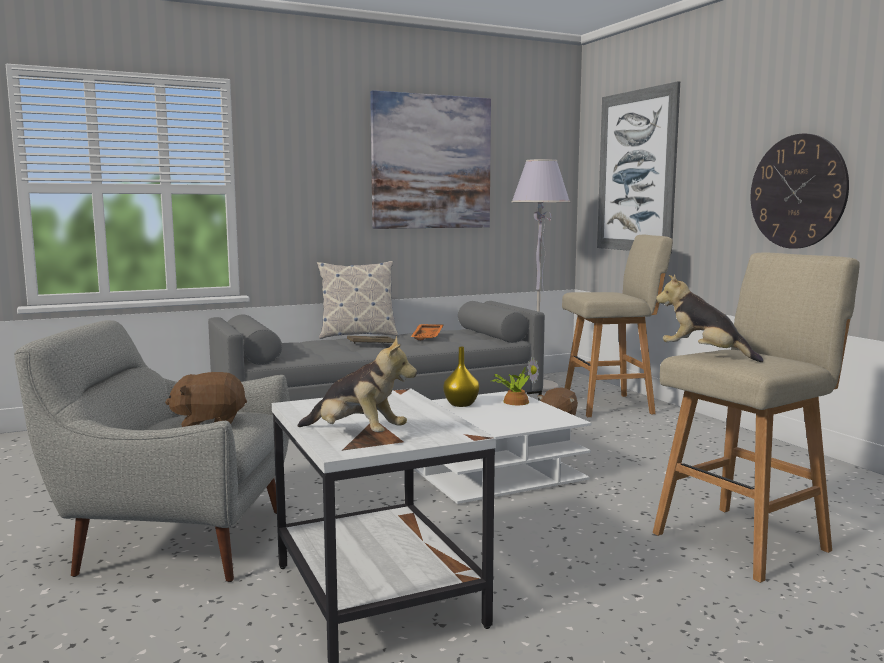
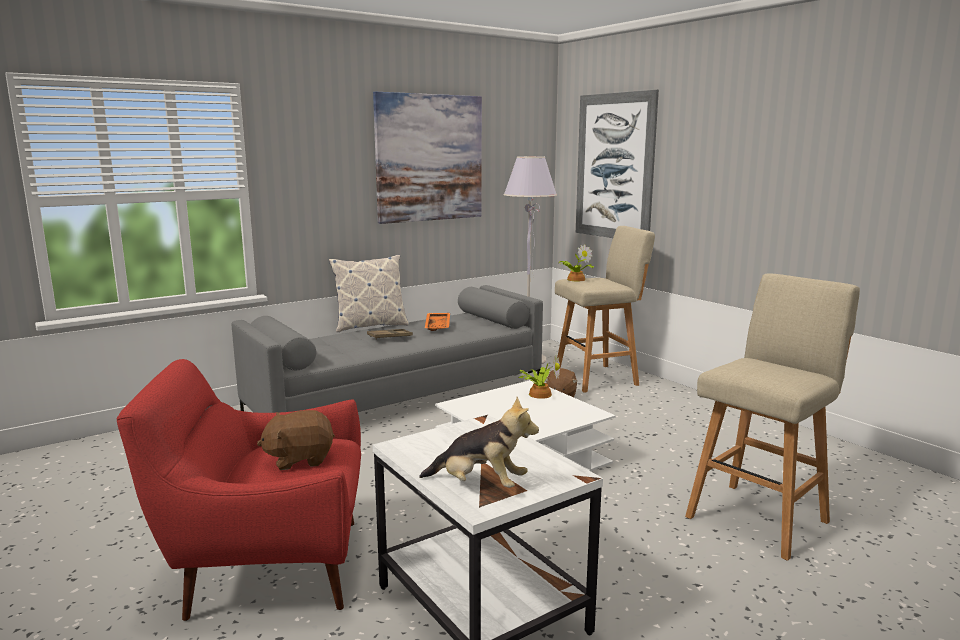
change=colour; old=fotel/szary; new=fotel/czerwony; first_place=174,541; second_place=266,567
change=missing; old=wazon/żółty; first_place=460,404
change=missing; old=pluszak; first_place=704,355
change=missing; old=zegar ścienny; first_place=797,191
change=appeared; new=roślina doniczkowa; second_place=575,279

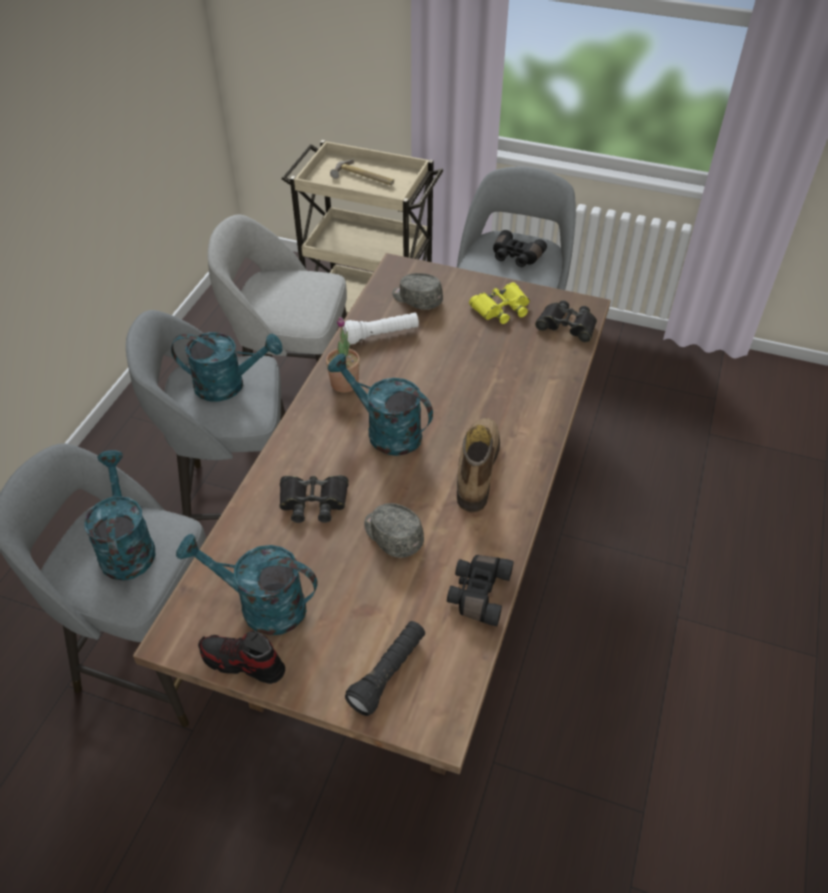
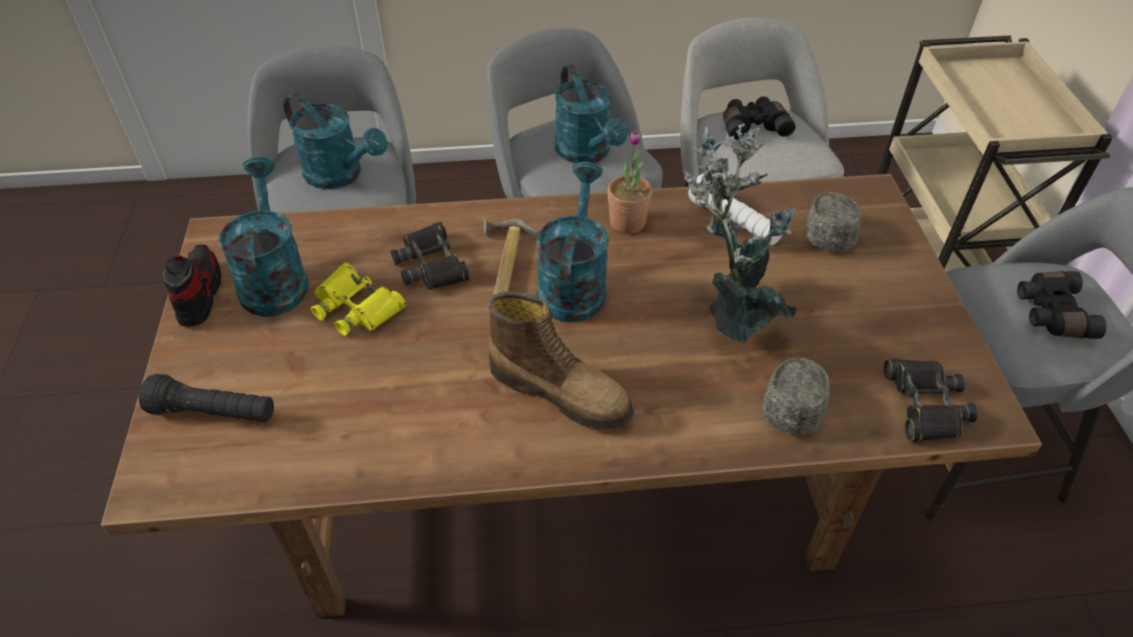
change=spun; old=konewka/turkusowy; first_place=126,546; second_place=341,175; degrees=75
change=relocated; old=młotek; first_place=363,179; second_place=503,264
change=relocated; old=czapka z daszkiem/szary; first_place=392,535; second_place=794,402
change=relocated; old=lornetka/czarny; first_place=477,593; second_place=753,126
change=spun; old=but z cholewką; first_place=476,469; second_place=561,391; degrees=45
change=relocated; old=lornetka/żółty; first_place=501,308; second_place=356,307
change=appeared; new=roślina doniczkowa; second_place=733,315

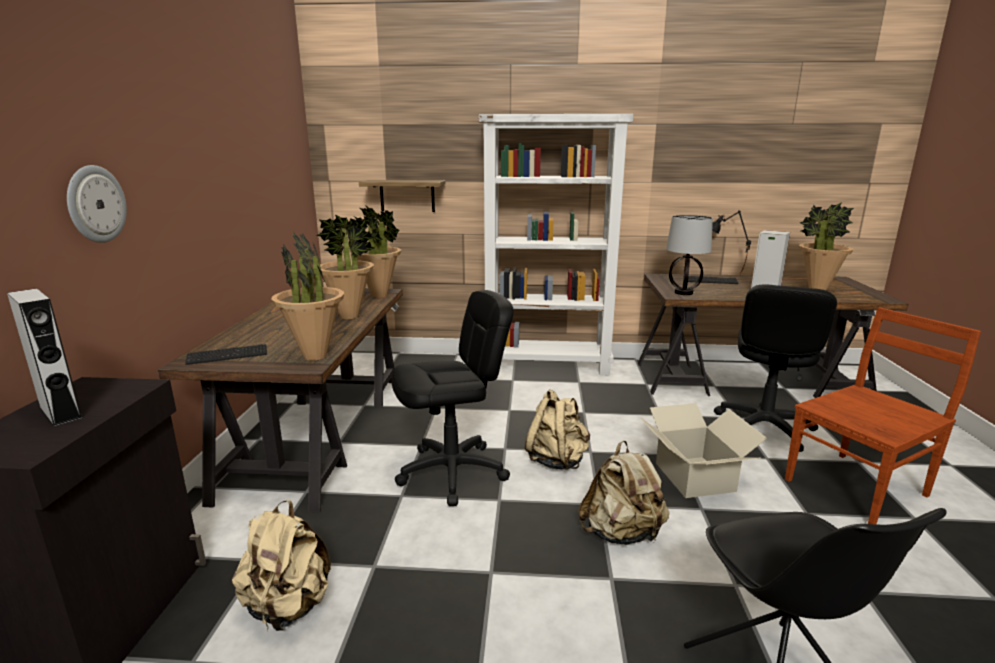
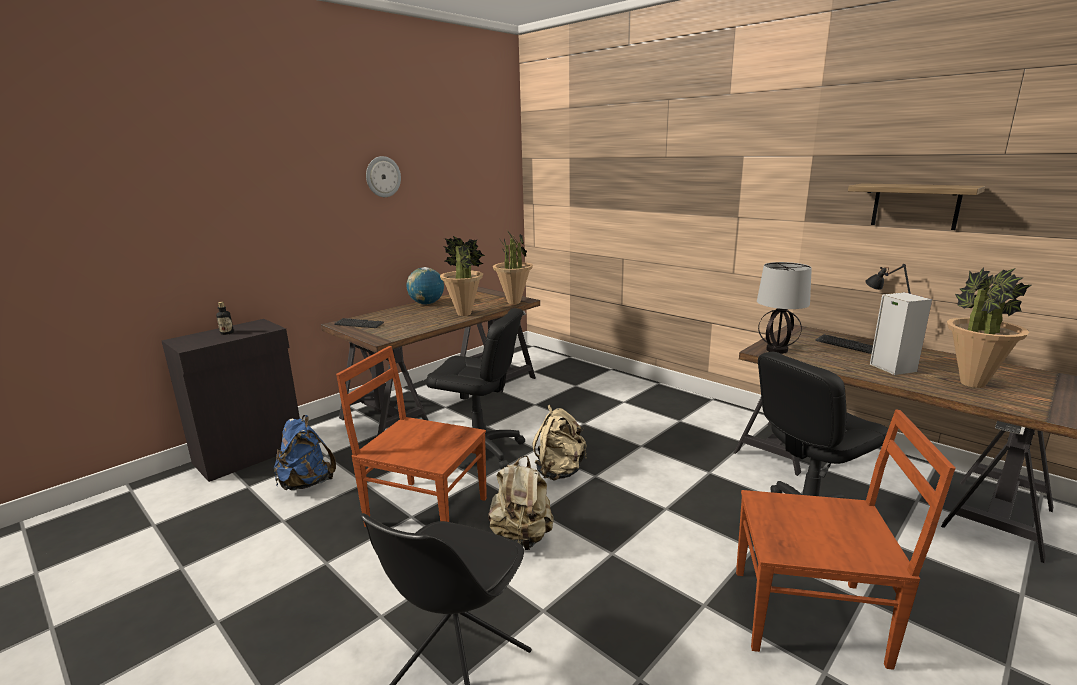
change=exchanged; old=głośnik/szary; new=butelka; first_place=60,413; second_place=227,333
change=relocated; old=zegar ścienny; first_place=95,204; second_place=383,176
change=colour; old=plecak/beżowy; new=plecak/niebieski; first_place=288,607; second_place=306,483
change=missing; old=roślina doniczkowa; first_place=315,356
change=relocated; old=półka; first_place=407,195; second_place=915,206
change=missing; old=regał/biały; first_place=547,365
change=missing; old=karton; first_place=695,476
change=appeared; new=krzesło/brązowy; second_place=424,511
change=appeared; new=globus; second_place=426,304

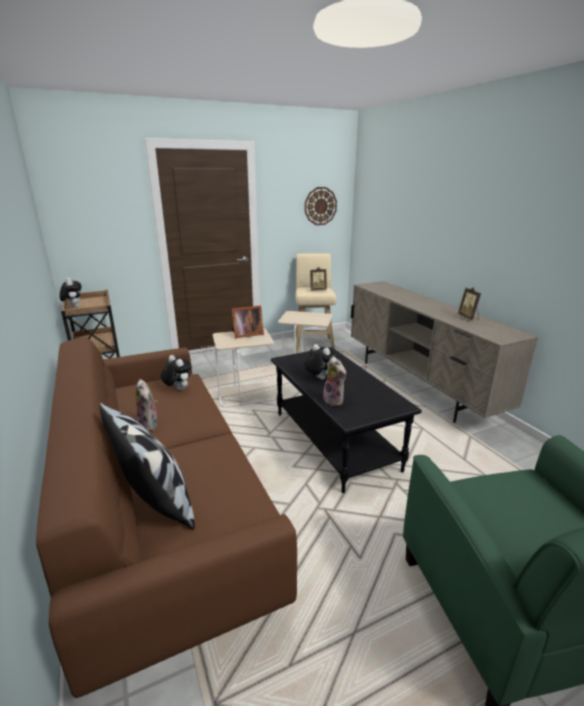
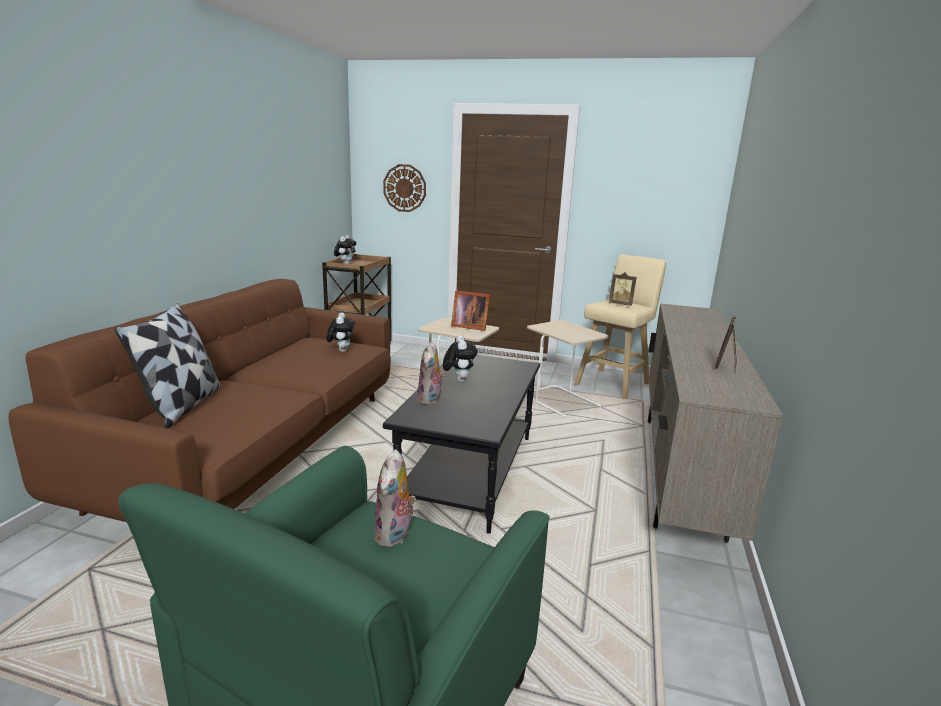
change=relocated; old=pluszak; first_place=150,425; second_place=395,536
change=relocated; old=zegar ścienny; first_place=320,206; second_place=404,188

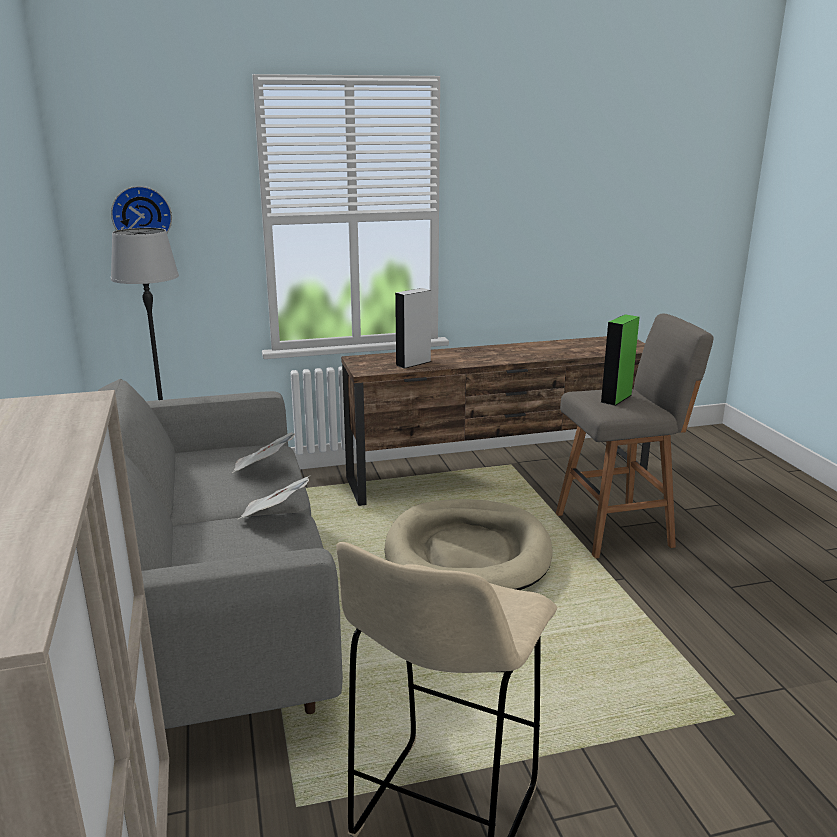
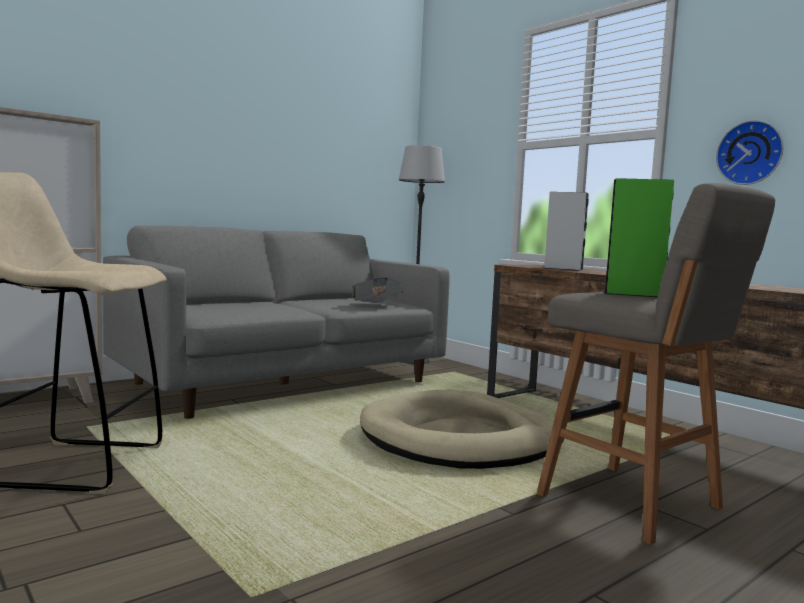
change=relocated; old=zegar ścienny; first_place=142,215; second_place=750,153
change=missing; old=gazeta; first_place=274,515

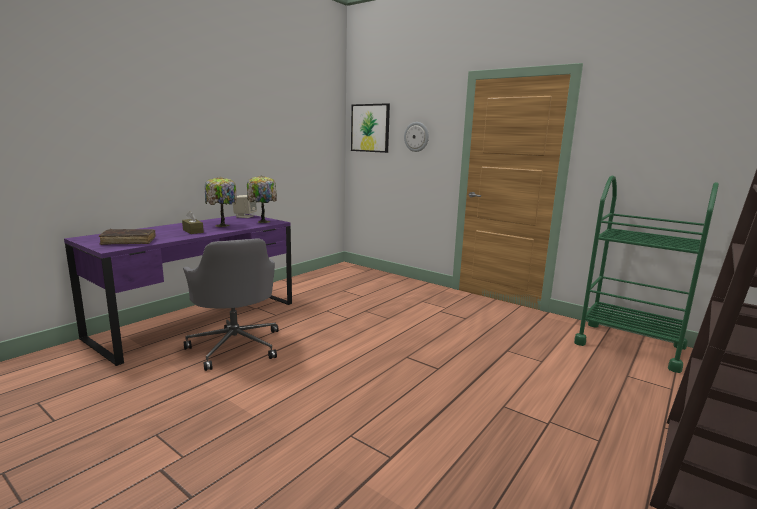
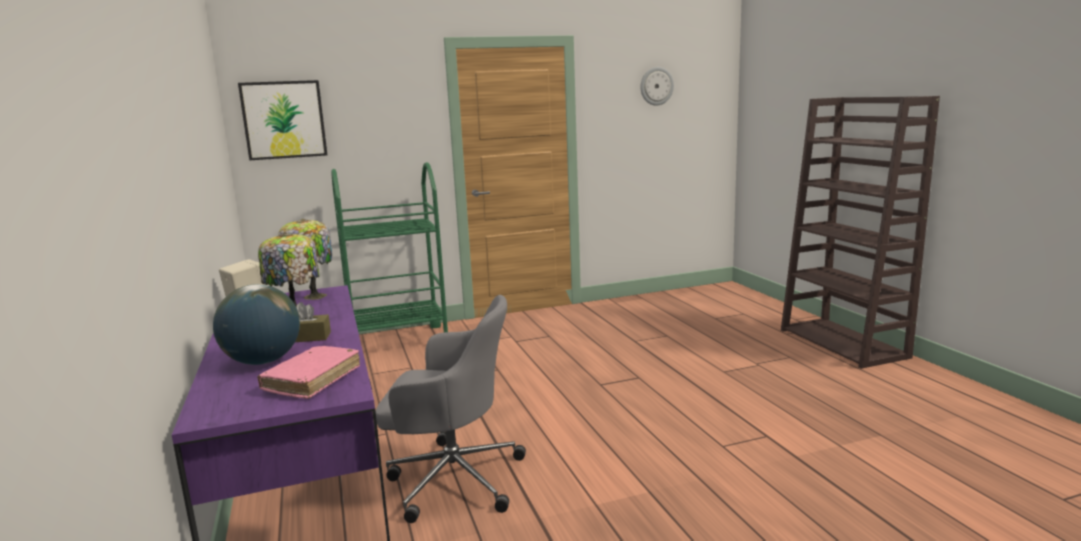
change=colour; old=książka/brązowy; new=książka/różowy; first_place=129,241; second_place=312,380
change=relocated; old=zegar ścienny; first_place=416,137; second_place=656,86
change=relocated; old=wózek/zielony; first_place=629,345; second_place=398,342
change=appeared; new=globus; second_place=263,361

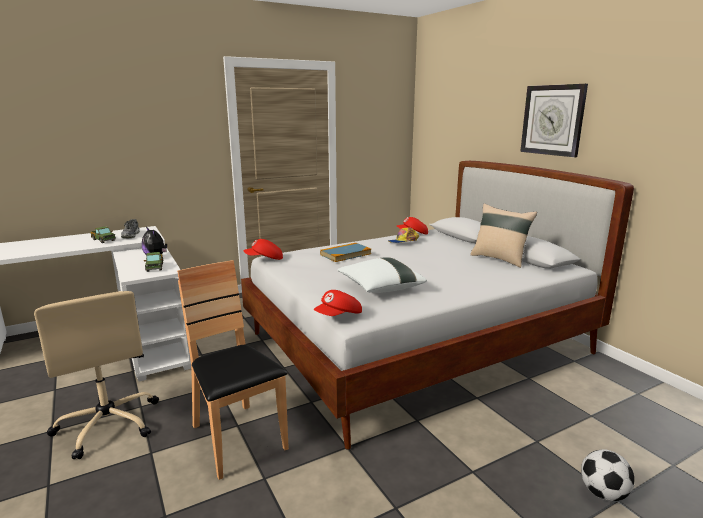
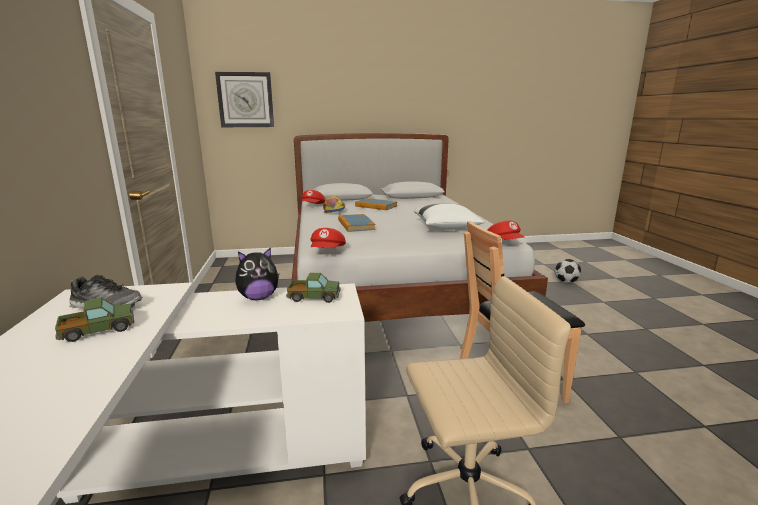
change=missing; old=poduszka/beżowy; first_place=499,259
change=relocated; old=zegar ścienny; first_place=552,120; second_place=245,100
change=appeared; new=książka; second_place=376,206

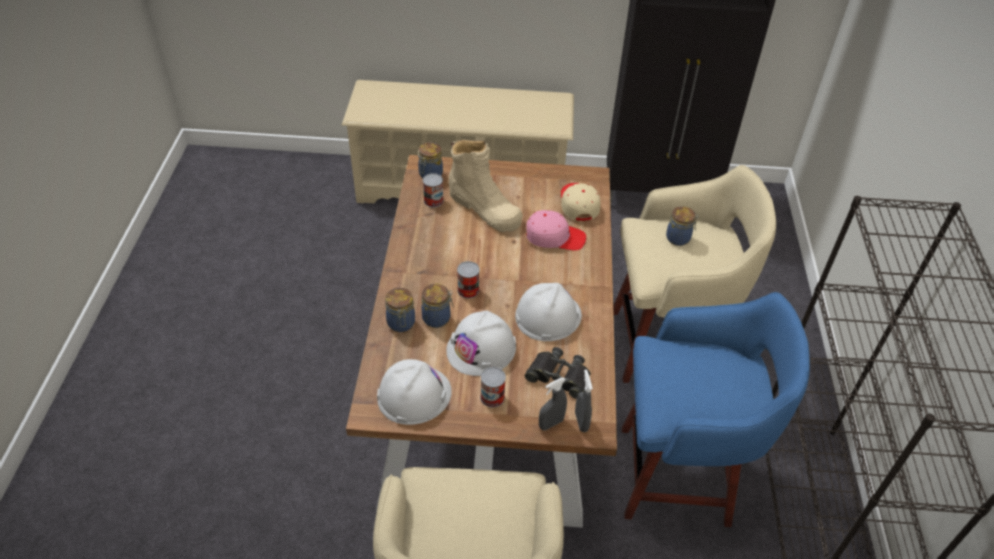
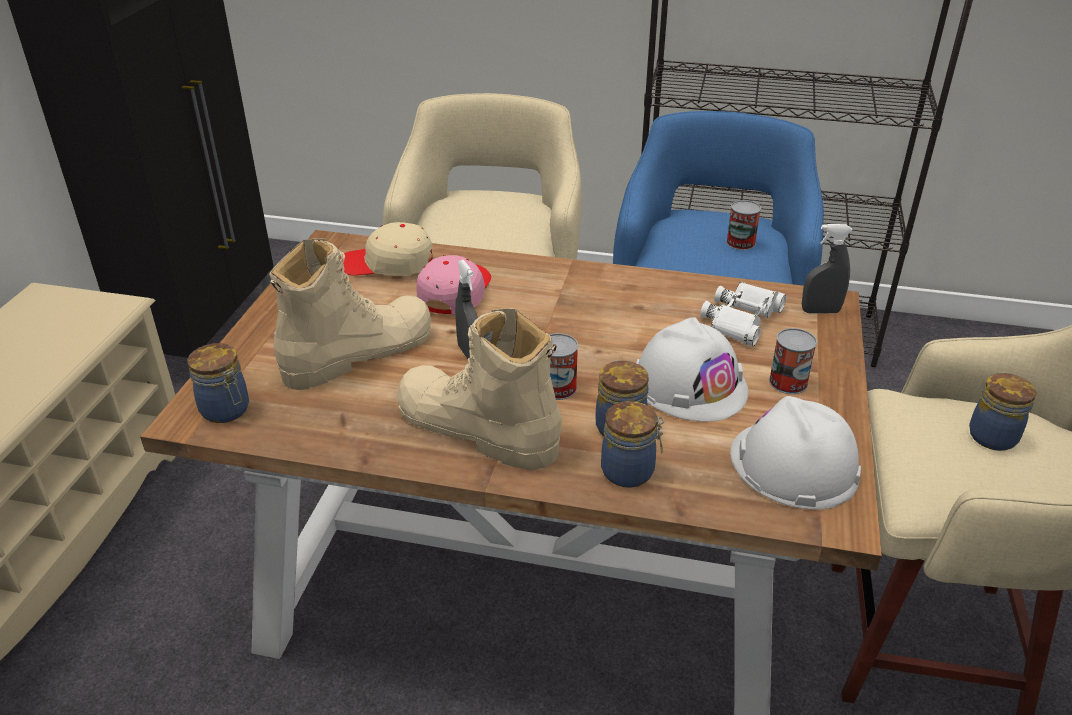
change=relocated; old=puszka; first_place=433,200; second_place=740,242
change=missing; old=kask/biały; first_place=547,315
change=colour; old=lornetka/czarny; new=lornetka/biały; first_place=559,376; second_place=742,320
change=relocated; old=spryskiwacz/szary; first_place=551,423; second_place=469,353
change=relocated; old=słoik; first_place=679,238; second_place=991,435
change=appeared; new=but z cholewką/beżowy; second_place=477,429

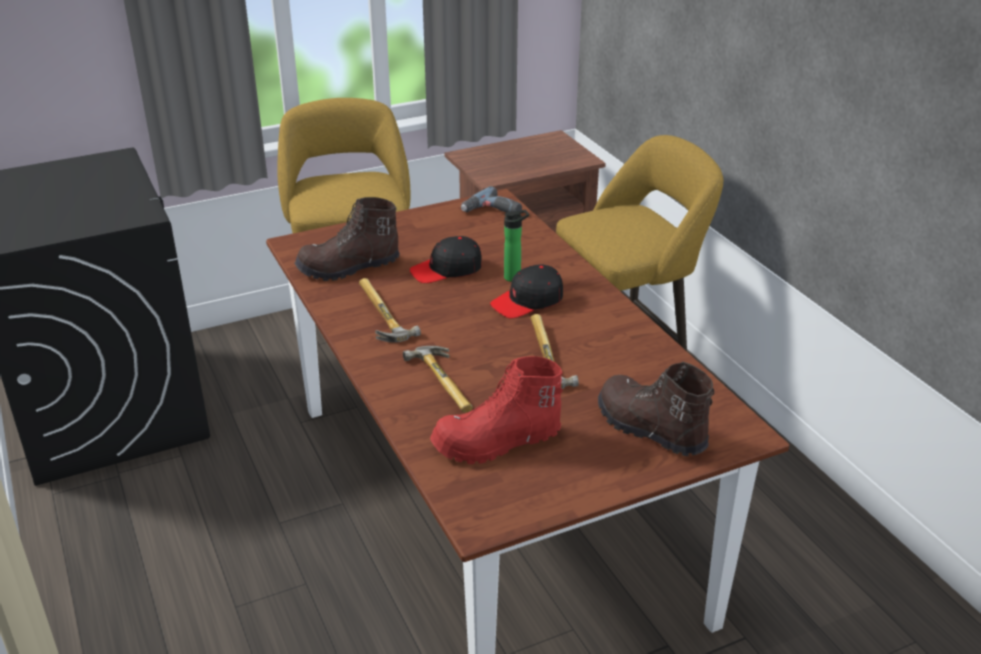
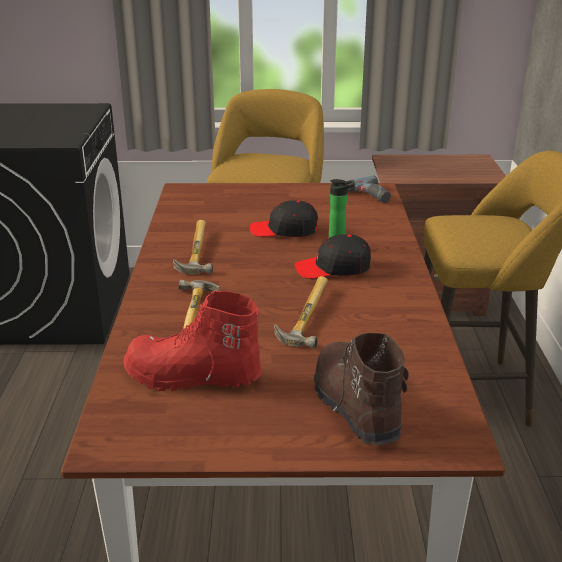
change=missing; old=but z cholewką/brązowy; first_place=349,268

